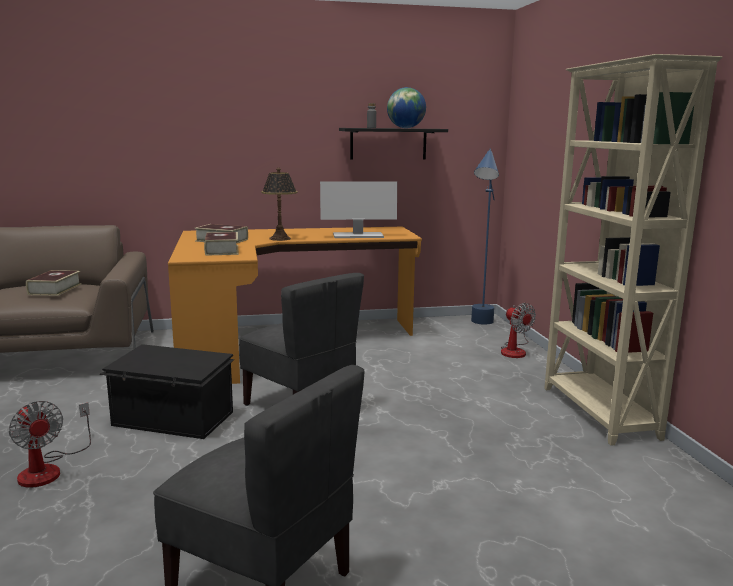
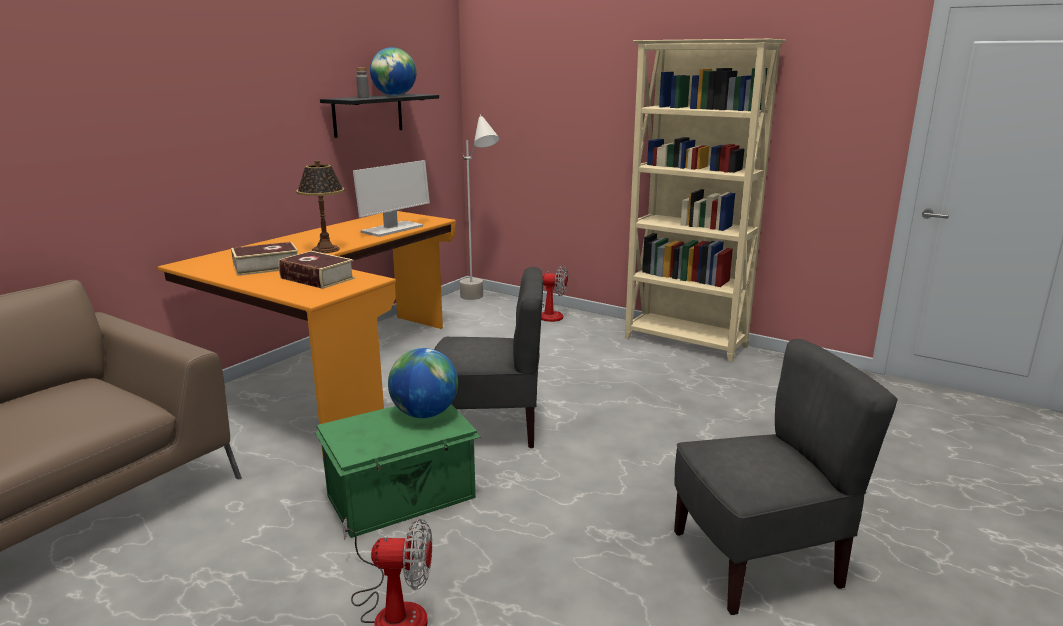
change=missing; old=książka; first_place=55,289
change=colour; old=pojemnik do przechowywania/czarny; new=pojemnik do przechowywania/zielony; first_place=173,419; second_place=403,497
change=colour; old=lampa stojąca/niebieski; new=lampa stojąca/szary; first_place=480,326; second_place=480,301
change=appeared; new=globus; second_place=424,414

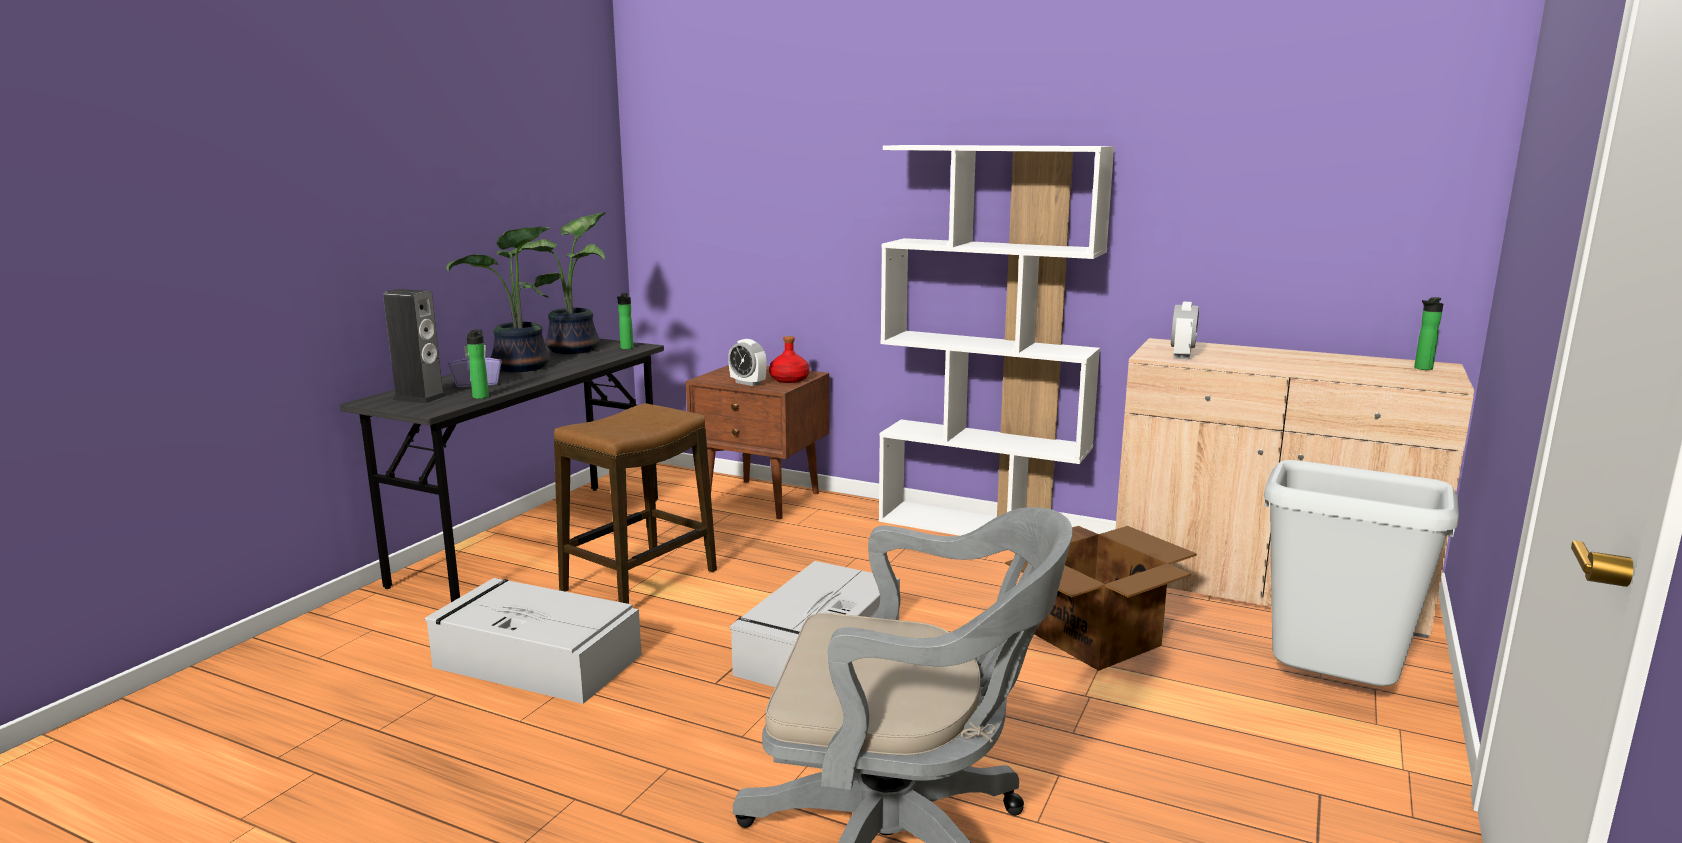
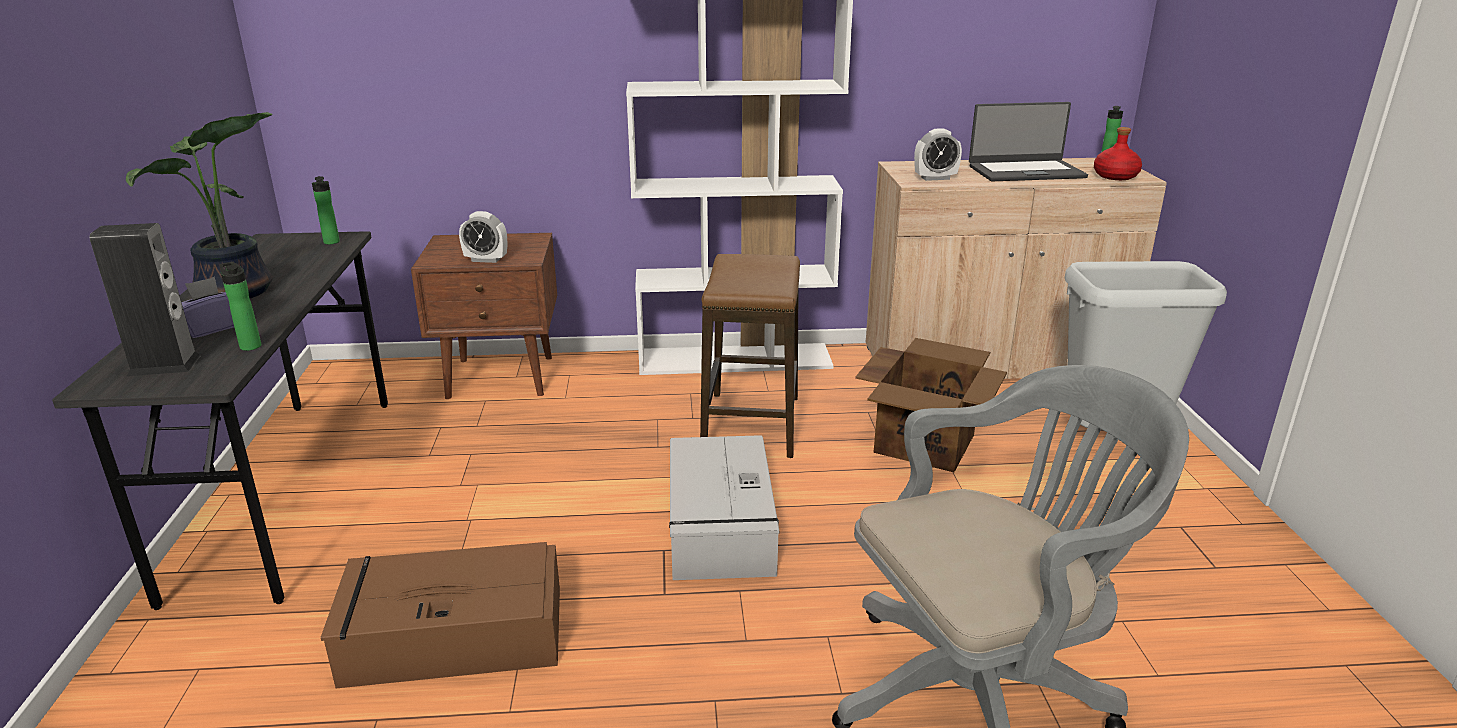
change=colour; old=pojemnik do przechowywania/szary; new=pojemnik do przechowywania/brązowy; first_place=535,660; second_place=451,635
change=missing; old=roślina doniczkowa; first_place=577,349
change=relocated; old=stołek; first_place=639,581; second_place=751,425
change=relocated; old=butelka/czerwony; first_place=790,379; second_place=1116,176
change=spun; old=budzik; first_place=1182,356; second_place=935,178; degrees=90
change=appeared; new=laptop; second_place=1025,171

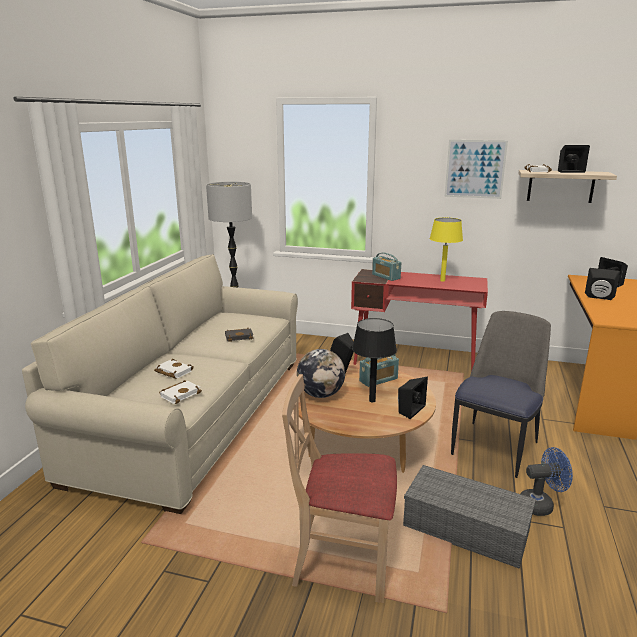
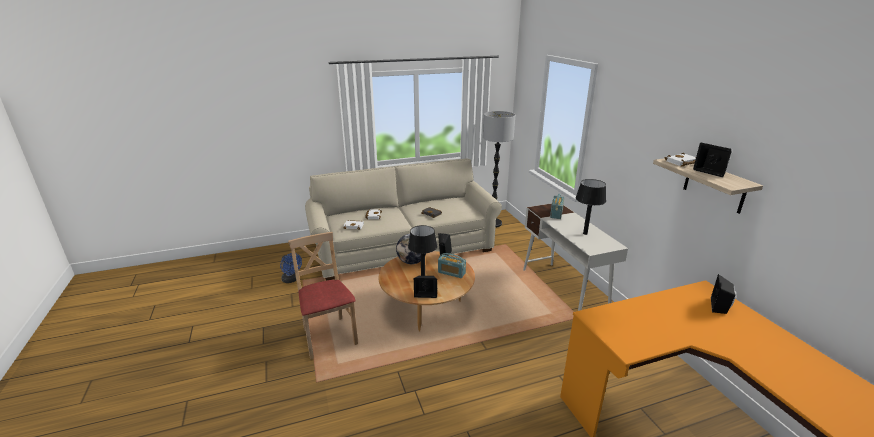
change=colour; old=biurko/czerwony; new=biurko/biały; first_place=415,363; second_place=563,292
change=missing; old=pojemnik do przechowywania/szary; first_place=463,528
change=colour; old=lampa stołowa/żółty; new=lampa stołowa/czarny; first_place=442,280; second_place=585,233
change=missing; old=obraz; first_place=475,169
change=missing; old=krzesło; first_place=495,447
change=relocated; old=wentylator/niebieski; first_place=540,504; second_place=292,280
change=missing; old=głośnik/czarny; first_place=599,297

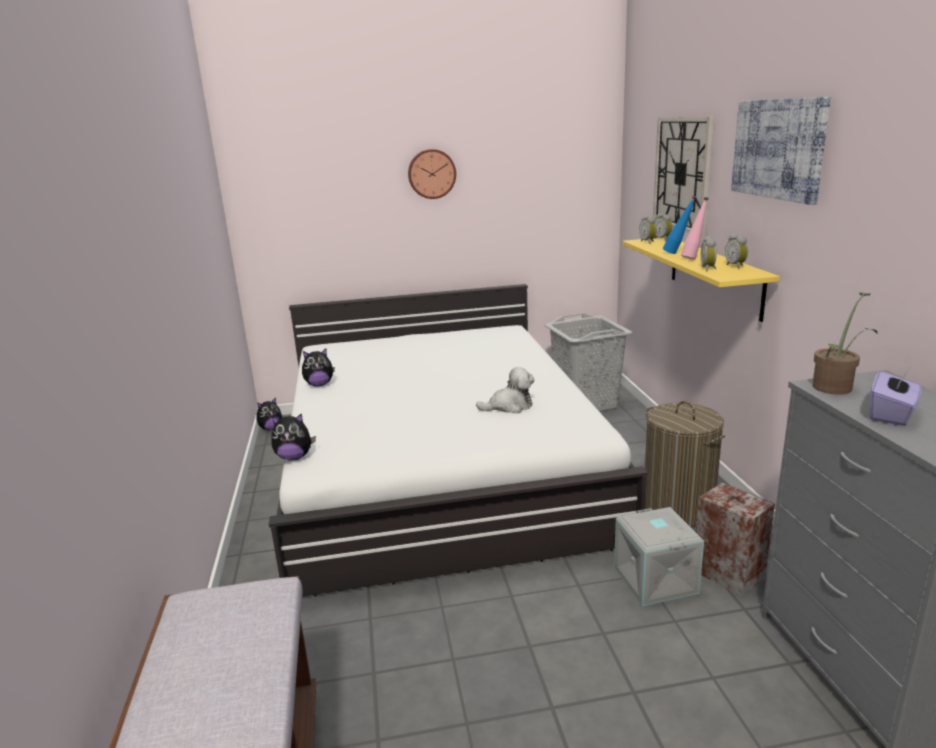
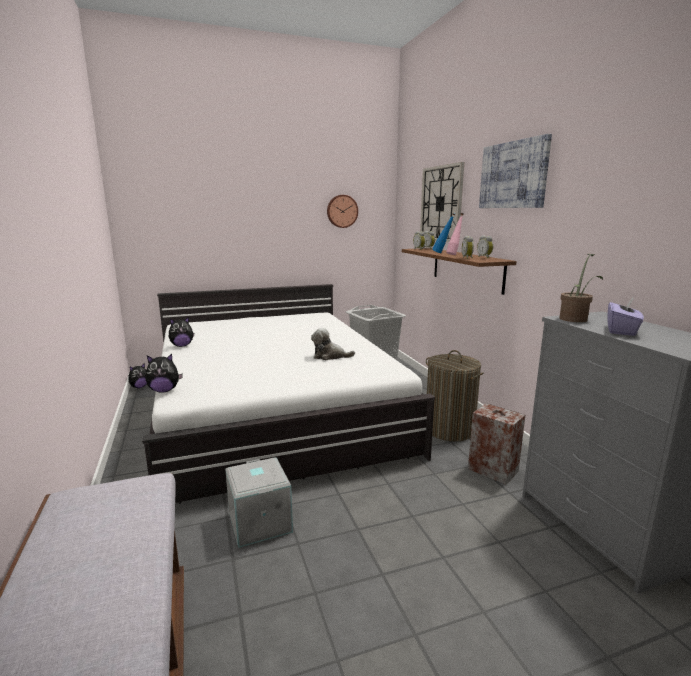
change=relocated; old=zegar ścienny; first_place=431,174; second_place=342,211
change=spun; old=pluszak; first_place=509,406; second_place=330,356; degrees=-150
change=relocated; old=pojemnik do przechowywania/szary; first_place=653,580; second_place=258,522
change=colour; old=półka/żółty; new=półka/brązowy; first_place=714,276; second_place=466,269

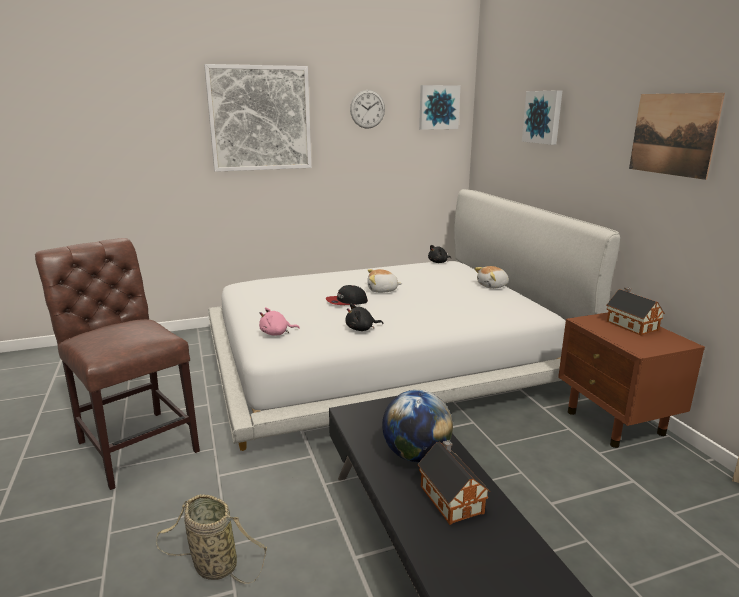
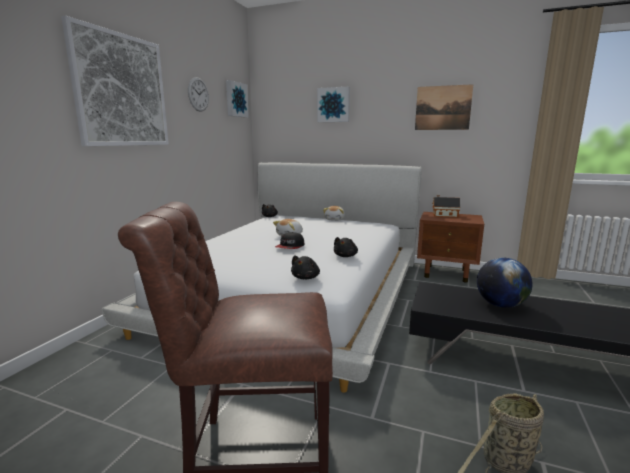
change=colour; old=pluszak/różowy; new=pluszak/czarny; first_place=276,333; second_place=306,277
change=missing; old=domek; first_place=450,497

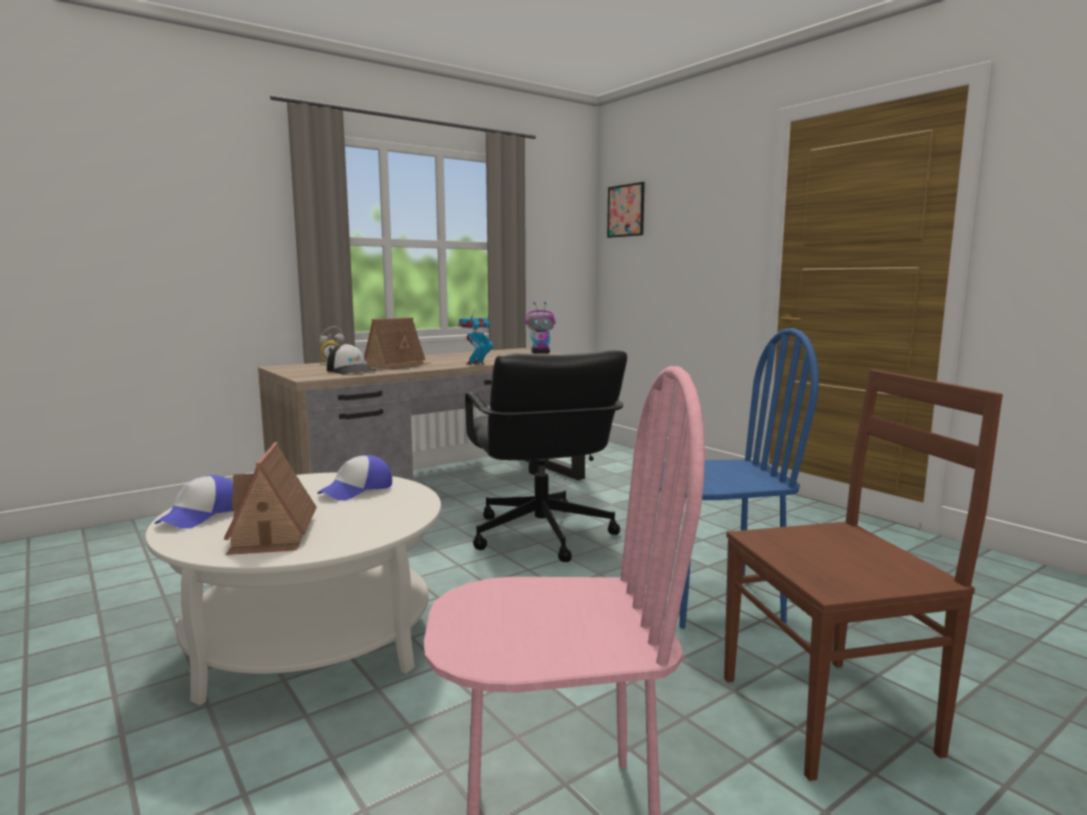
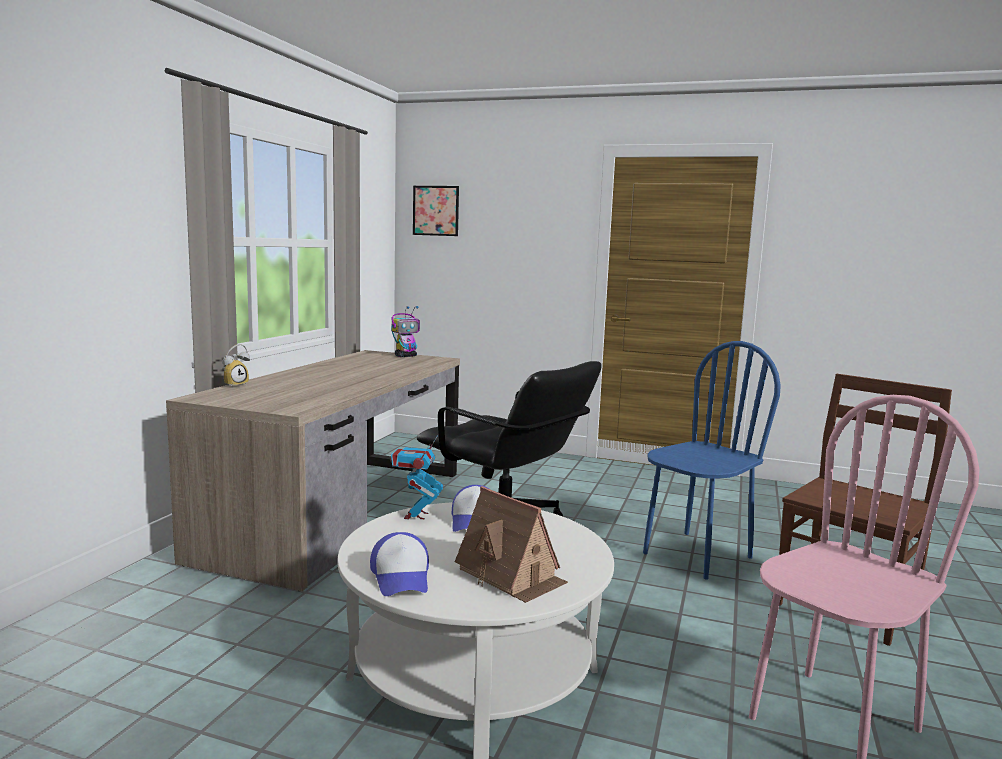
change=missing; old=czapka z daszkiem; first_place=351,371
change=missing; old=domek; first_place=397,365
change=relocated; old=robot zabawkowy; first_place=476,364; second_place=416,515

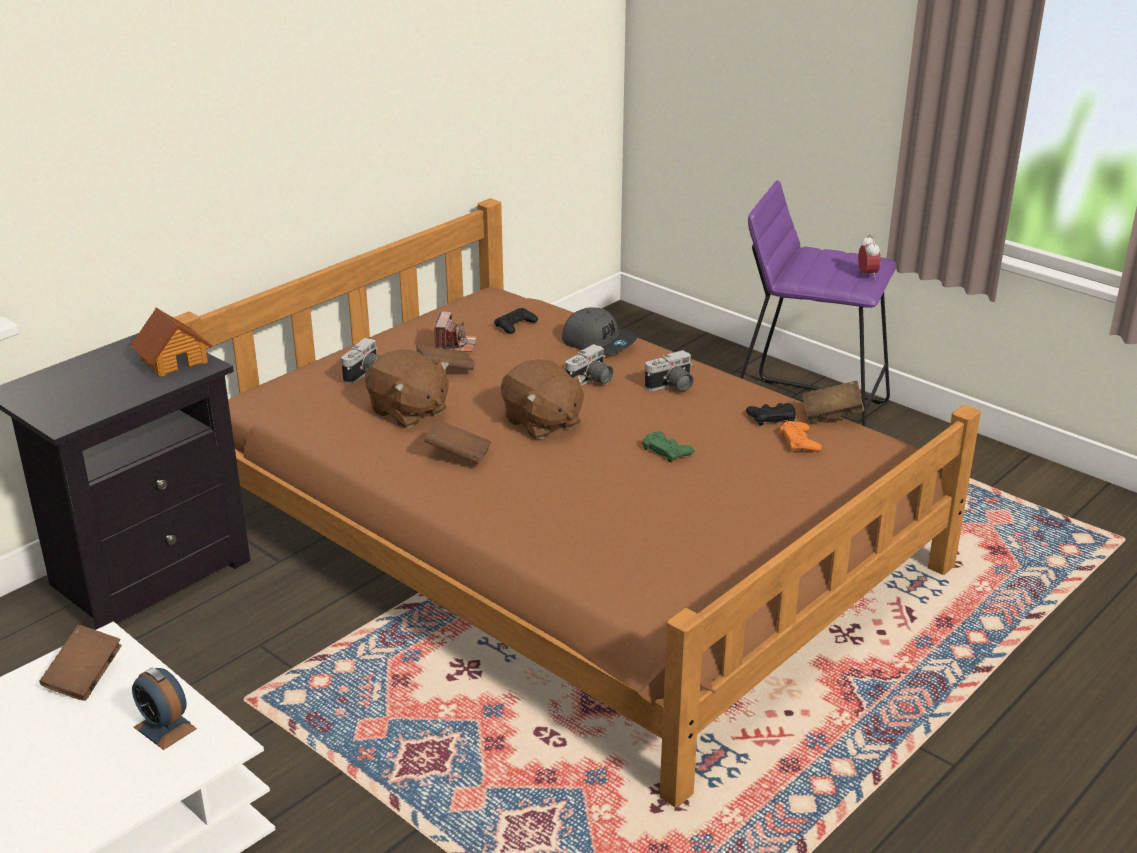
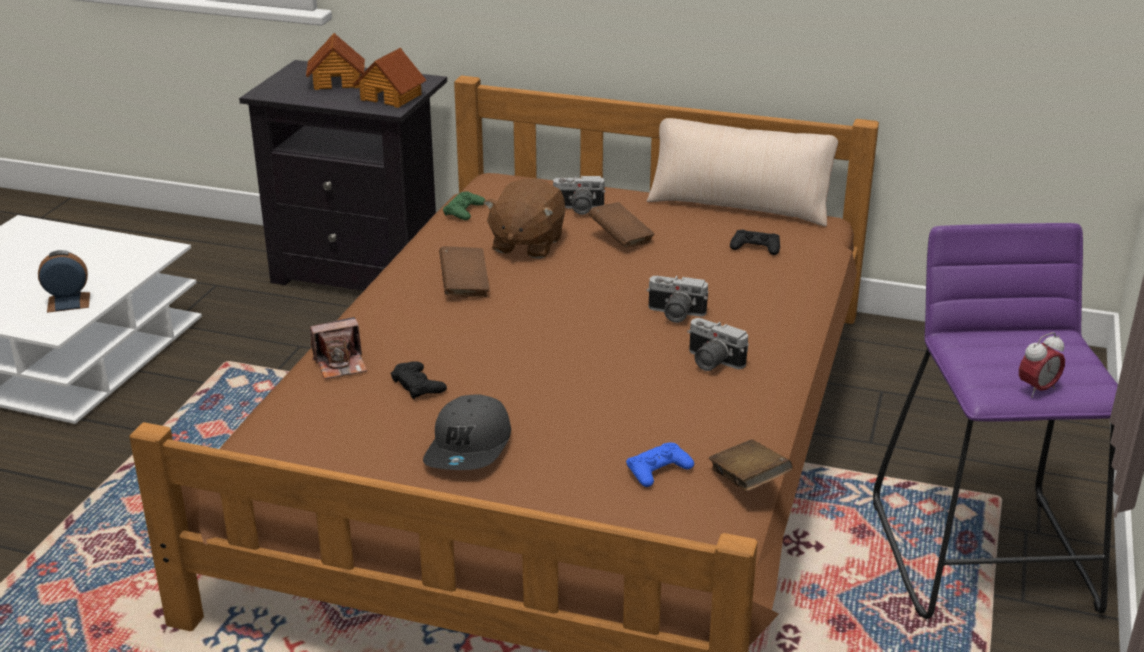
change=missing; old=książka/brązowy; first_place=84,677
change=spun; old=budzik; first_place=165,728; second_place=68,302; degrees=60
change=relocated; old=aparat fotograficzny; first_place=455,345; second_place=341,364
change=missing; old=pluszak/brązowy; first_place=542,423
change=relocated; old=czapka z daszkiem/szary; first_place=599,342; second_place=470,448
change=relocated; old=pad do gier/zielony; first_place=666,450; second_place=464,211
change=relocated; old=pad do gier/czarny; first_place=771,417; second_place=418,385
change=colour; old=pad do gier/pomarańczowy; new=pad do gier/niebieski; first_place=799,442; second_place=658,470
change=appeared; new=domek; second_place=337,81
change=appeared; new=poduszka/beżowy; second_place=739,205

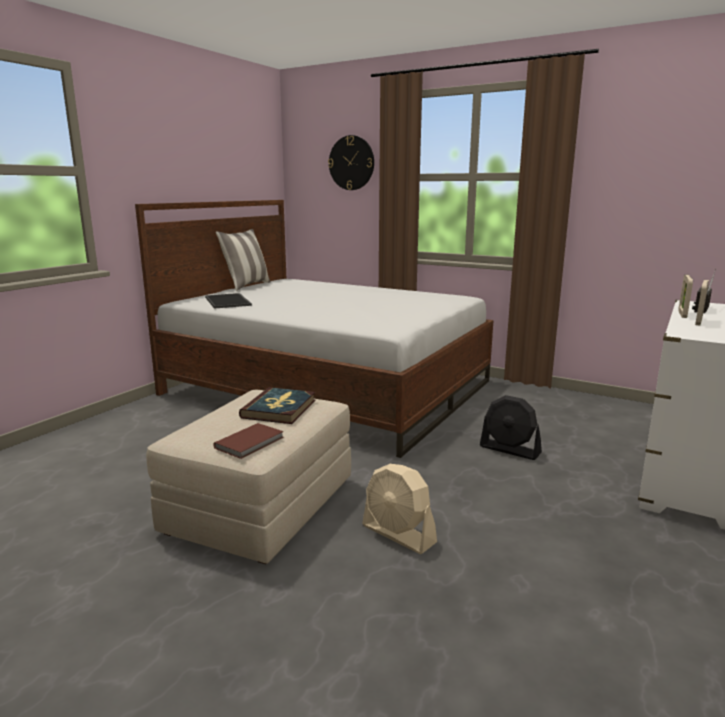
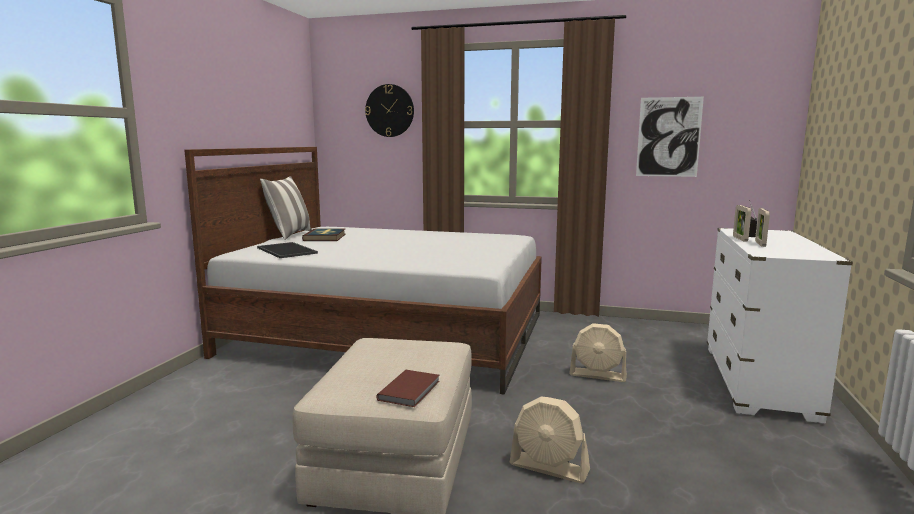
change=relocated; old=książka; first_place=279,409; second_place=325,237
change=colour; old=wentylator/czarny; new=wentylator/beżowy; first_place=510,450; second_place=598,375
change=appeared; new=obraz; second_place=668,137

